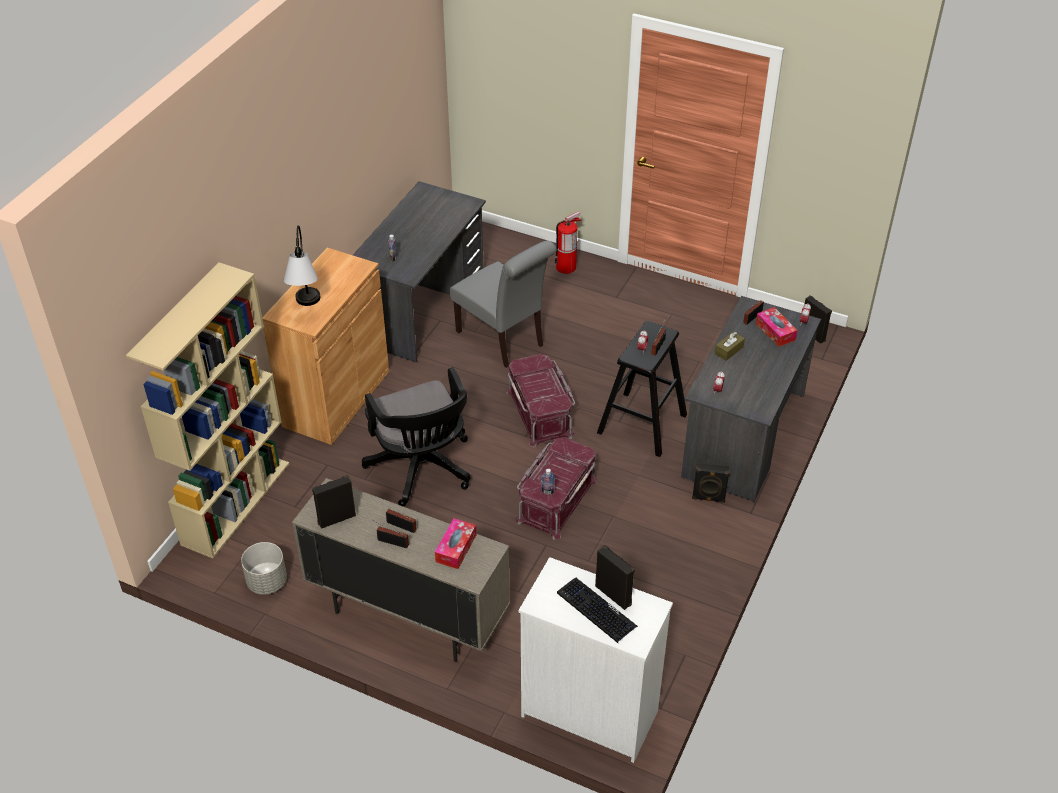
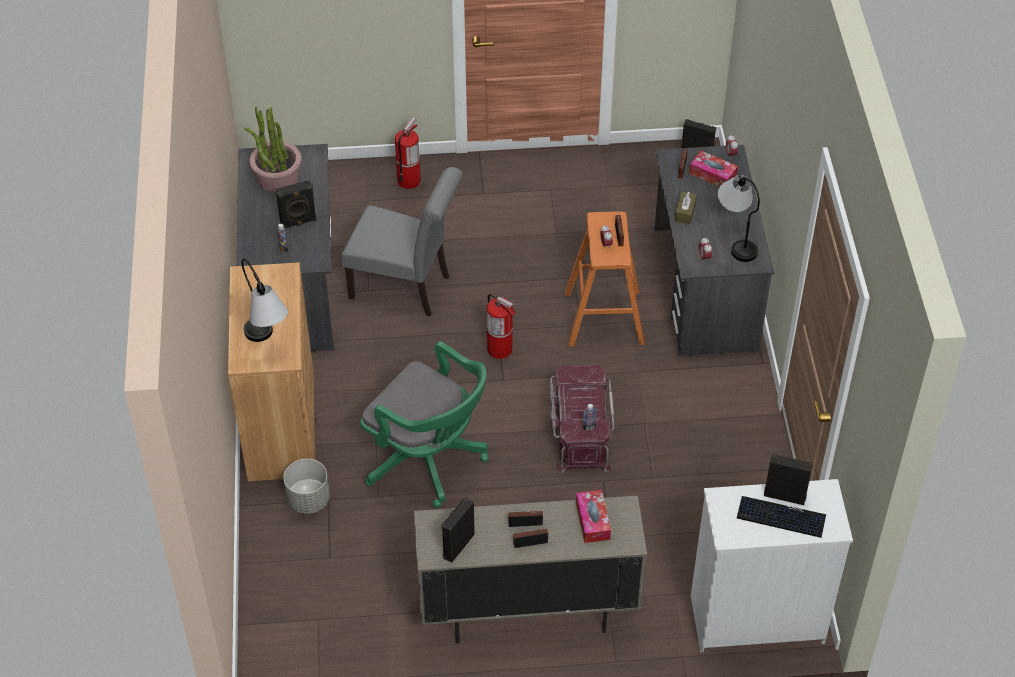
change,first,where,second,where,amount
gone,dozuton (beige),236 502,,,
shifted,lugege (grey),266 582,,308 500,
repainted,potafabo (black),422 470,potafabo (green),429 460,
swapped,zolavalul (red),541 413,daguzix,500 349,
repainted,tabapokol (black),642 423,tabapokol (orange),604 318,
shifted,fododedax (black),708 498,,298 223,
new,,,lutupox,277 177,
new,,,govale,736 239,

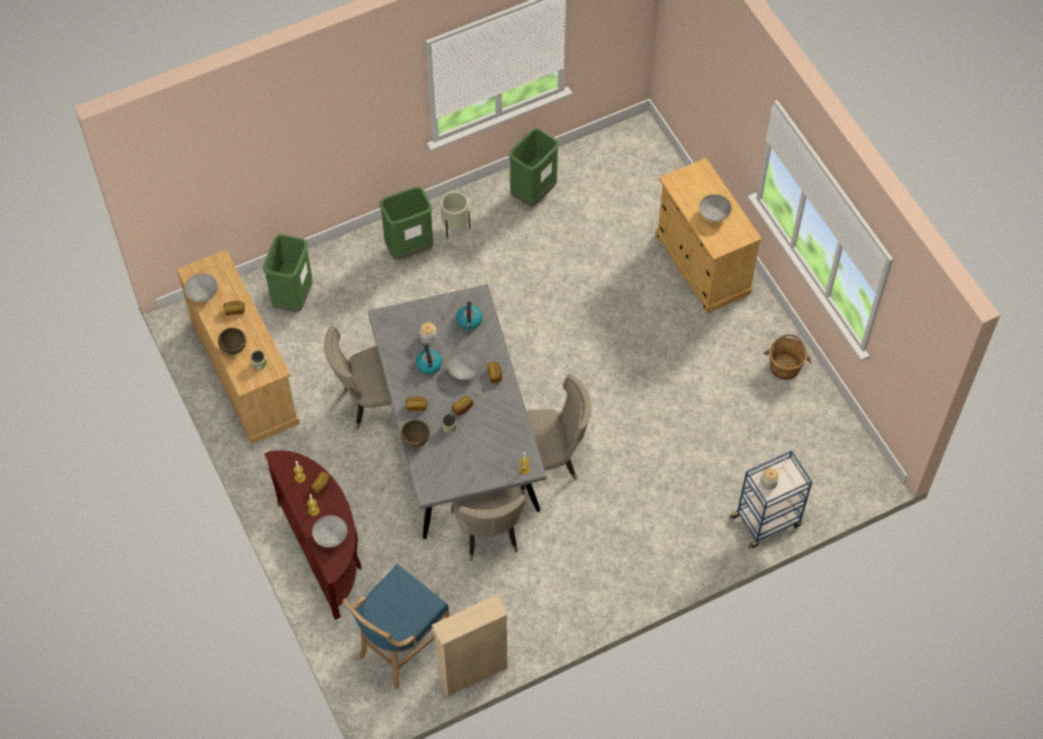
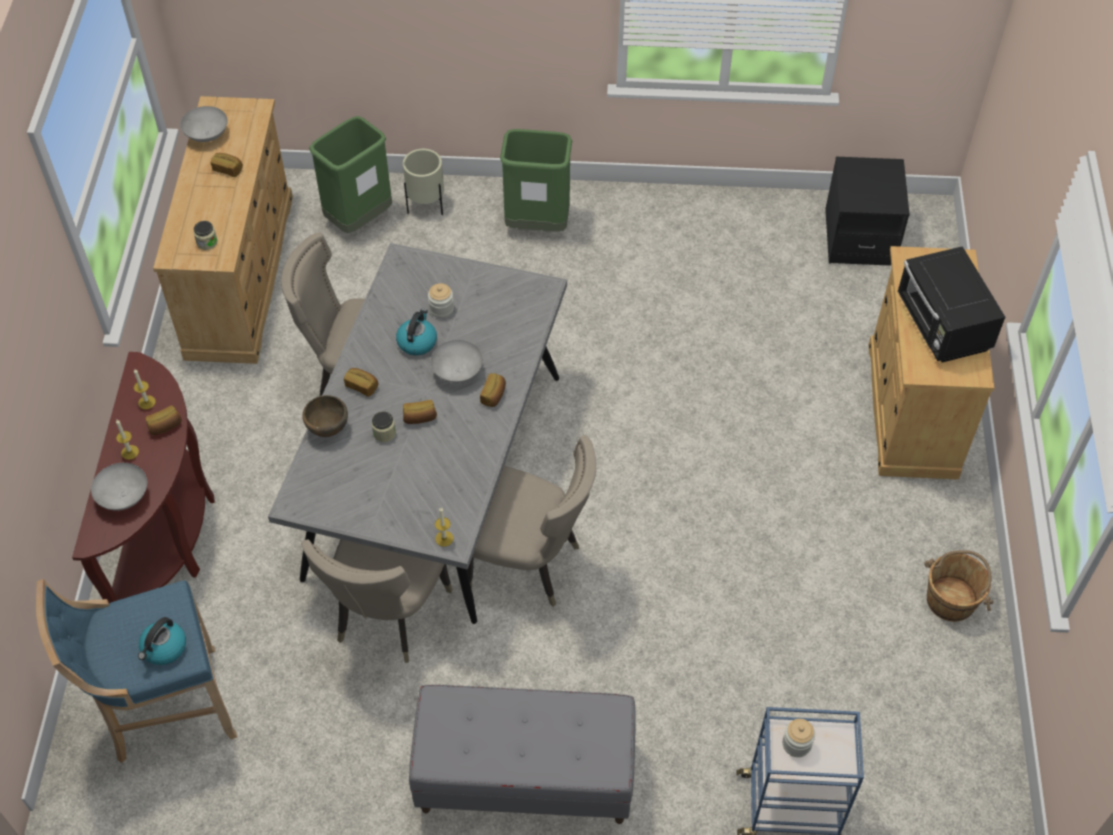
change,first,where,second,where,amount
gone,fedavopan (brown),234 348,,,
gone,dozuton (beige),473 673,,,
shifted,lugege (beige),455 228,,426 207,
shifted,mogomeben,469 321,,164 648,
gone,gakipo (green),533 193,,,
swapped,fedavopan (grey),714 214,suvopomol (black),942 326,
new,,,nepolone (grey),524 777,
new,,,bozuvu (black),859 238,

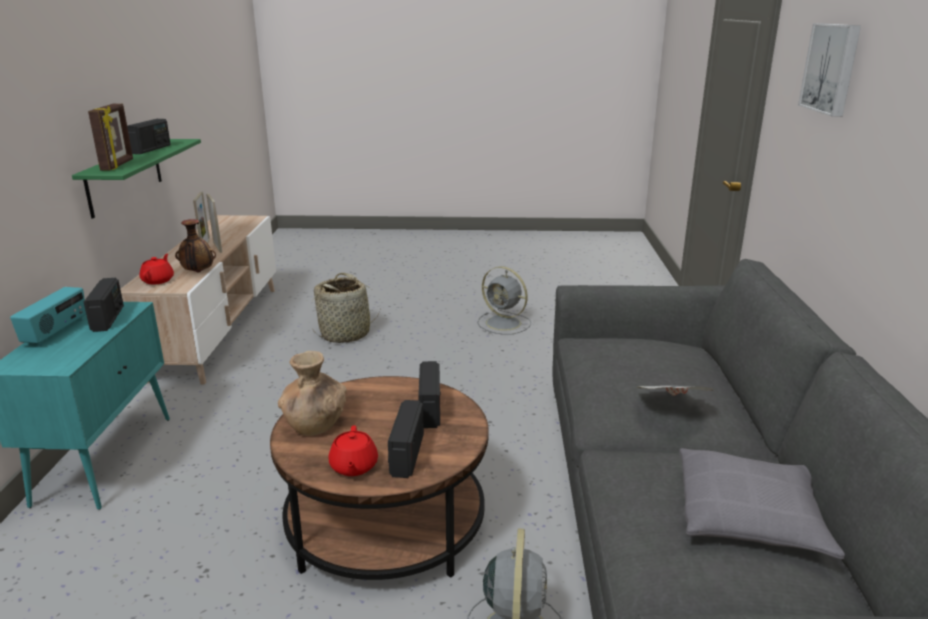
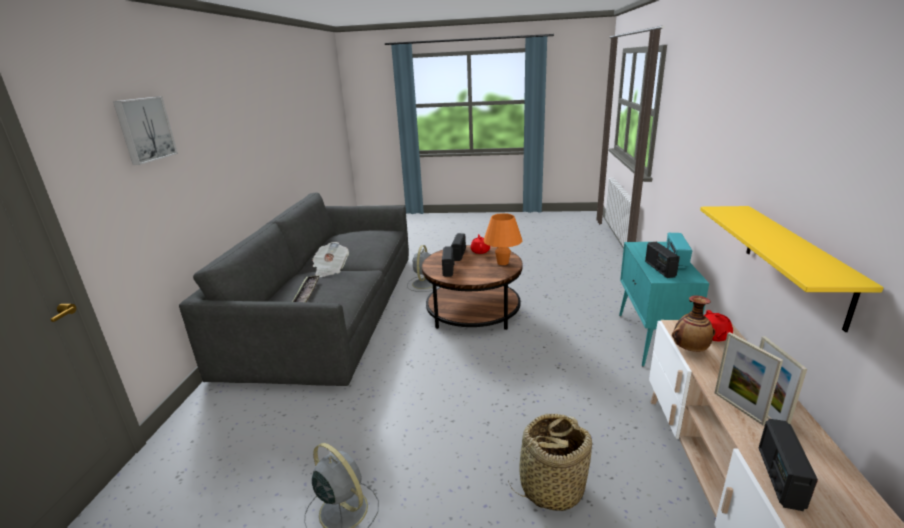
change,first,where,second,where,amount
repainted,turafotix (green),125 176,turafotix (yellow),795 262,
gone,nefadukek,118 165,,,
shifted,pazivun,151 149,,779 477,
swapped,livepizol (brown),315 425,govale (orange),502 263,
gone,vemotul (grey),750 515,,,
new,,,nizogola,306 293,

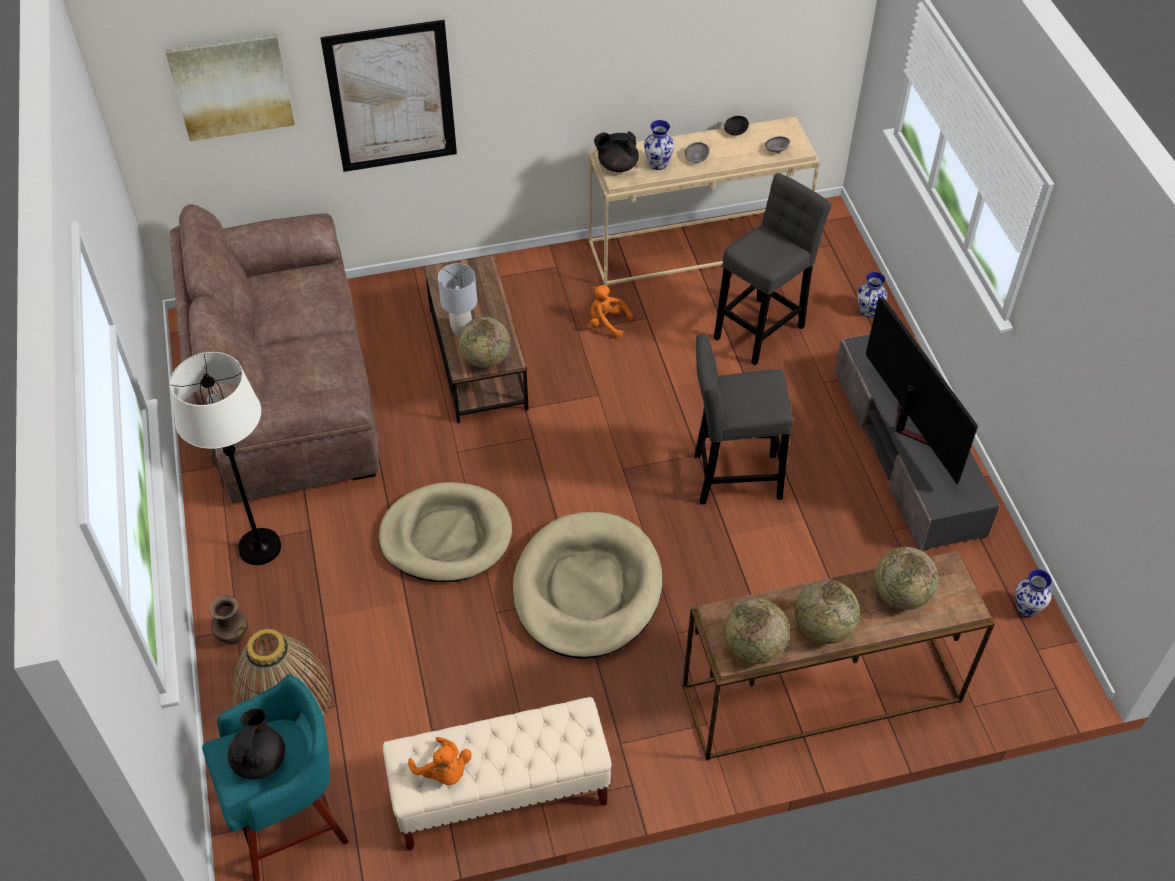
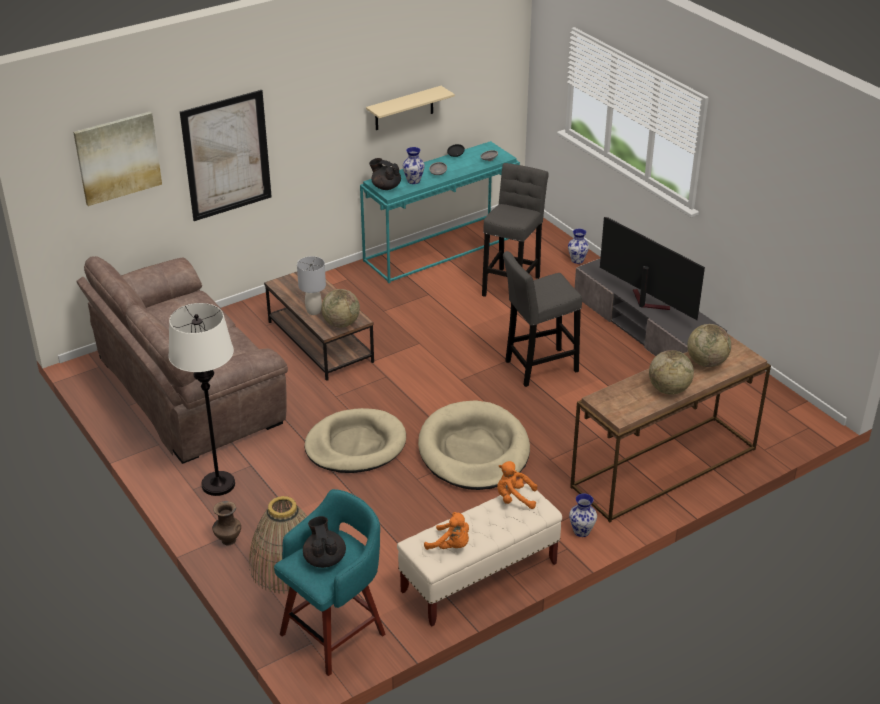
change,first,where,second,where,amount
repainted,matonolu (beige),697 245,matonolu (turquoise),441 248,
shifted,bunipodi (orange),607 323,,514 498,
rotated,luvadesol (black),617 166,,385 187,60 degrees clockwise
gone,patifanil,754 647,,,
shifted,livepizol,1026 609,,582 532,
new,,,turafotix (beige),404 108,

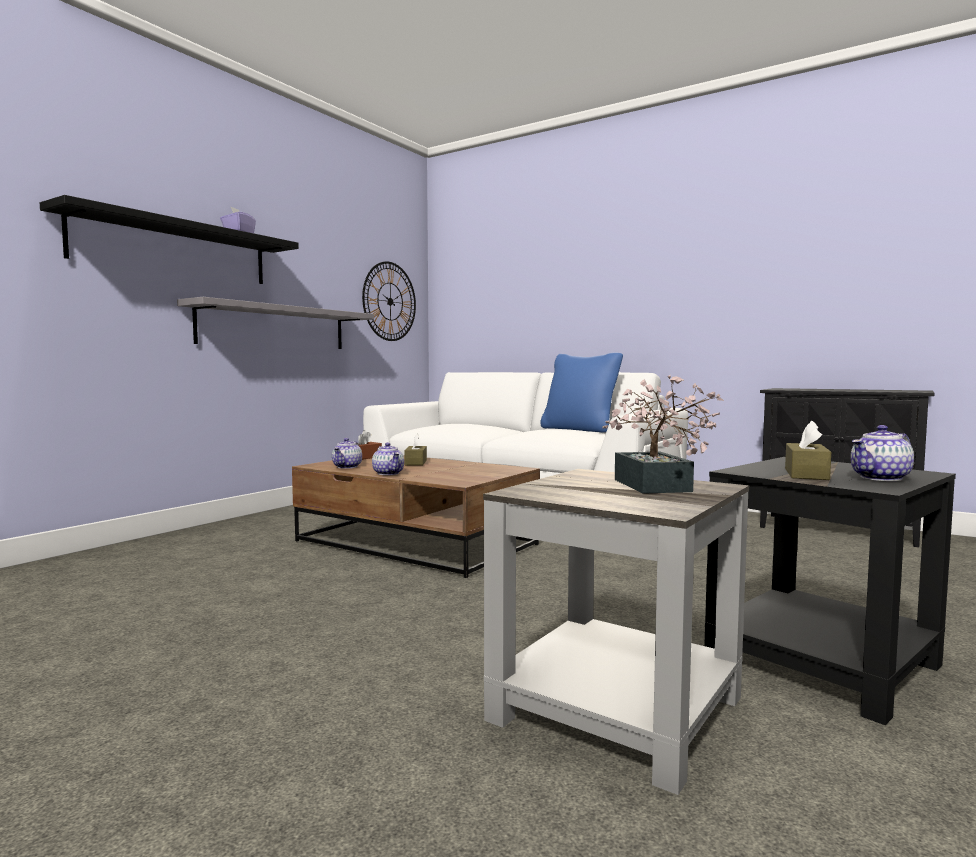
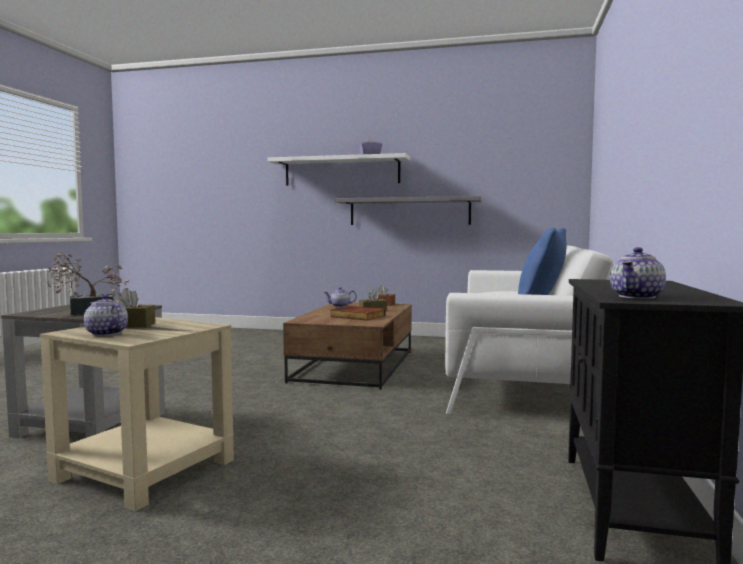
change,first,where,second,where,amount
repainted,turafotix (black),174 250,turafotix (white),341 171,
gone,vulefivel,390 301,,,
shifted,luvadesol,388 473,,637 296,
repainted,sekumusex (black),823 663,sekumusex (beige),142 470,
new,,,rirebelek,356 316,

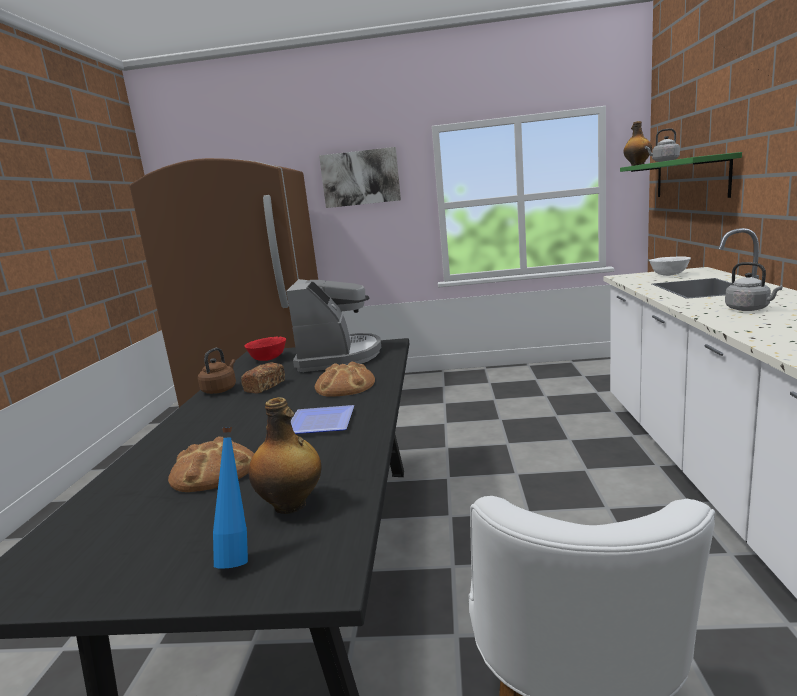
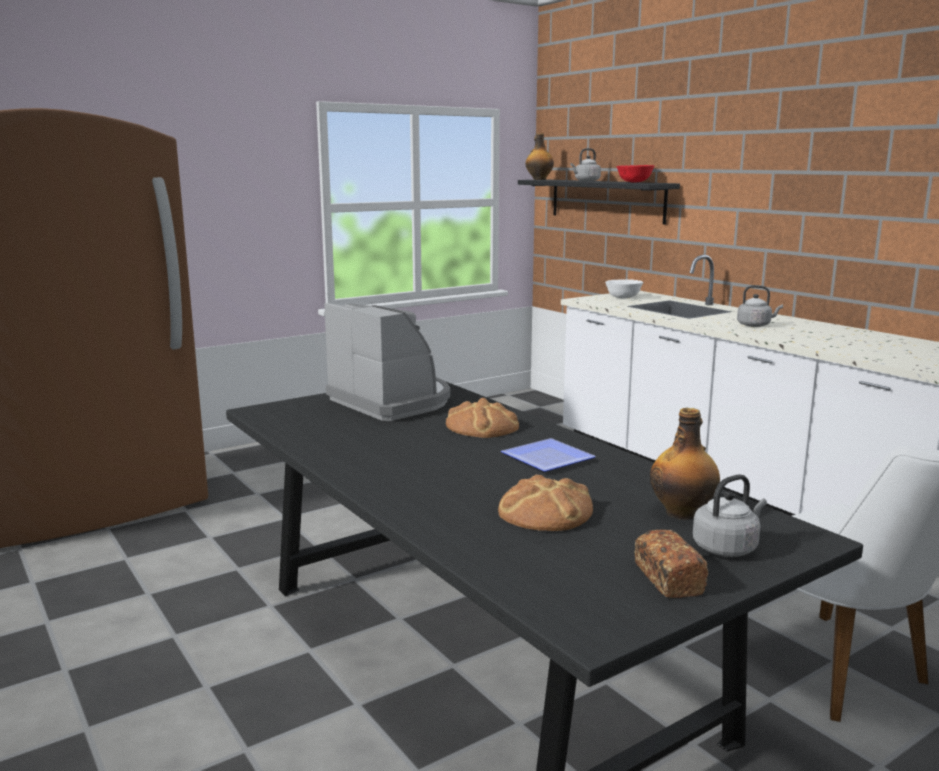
change,first,where,second,where,amount
gone,mogomeben (brown),220 389,,,
swapped,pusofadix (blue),239 556,mogomeben (grey),727 547,
shifted,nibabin,265 386,,668 579,
shifted,fedavopan (red),267 359,,634 182,
gone,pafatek,360 178,,,
repainted,turafotix (green),690 178,turafotix (black),606 200,

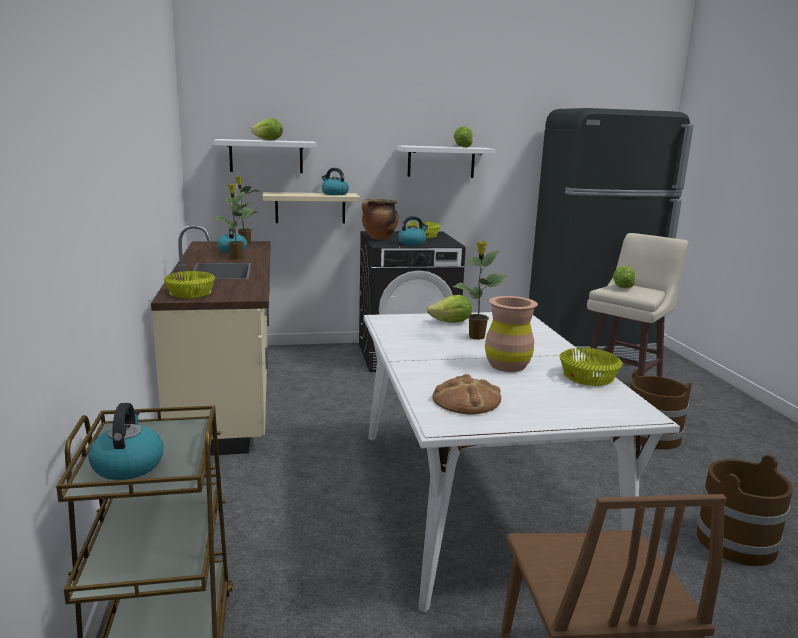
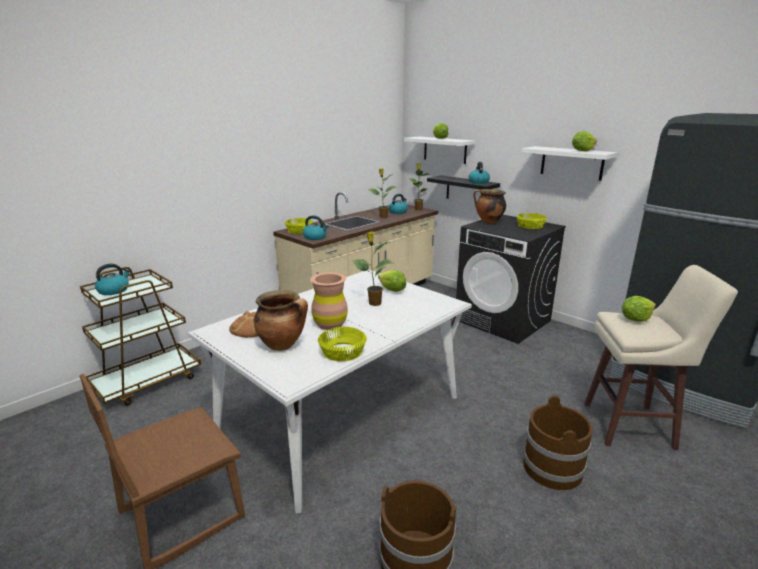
change,first,where,second,where,amount
repainted,turafotix (beige),310 208,turafotix (black),468 190,
shifted,mogomeben,412 243,,315 237,
new,,,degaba,283 345,

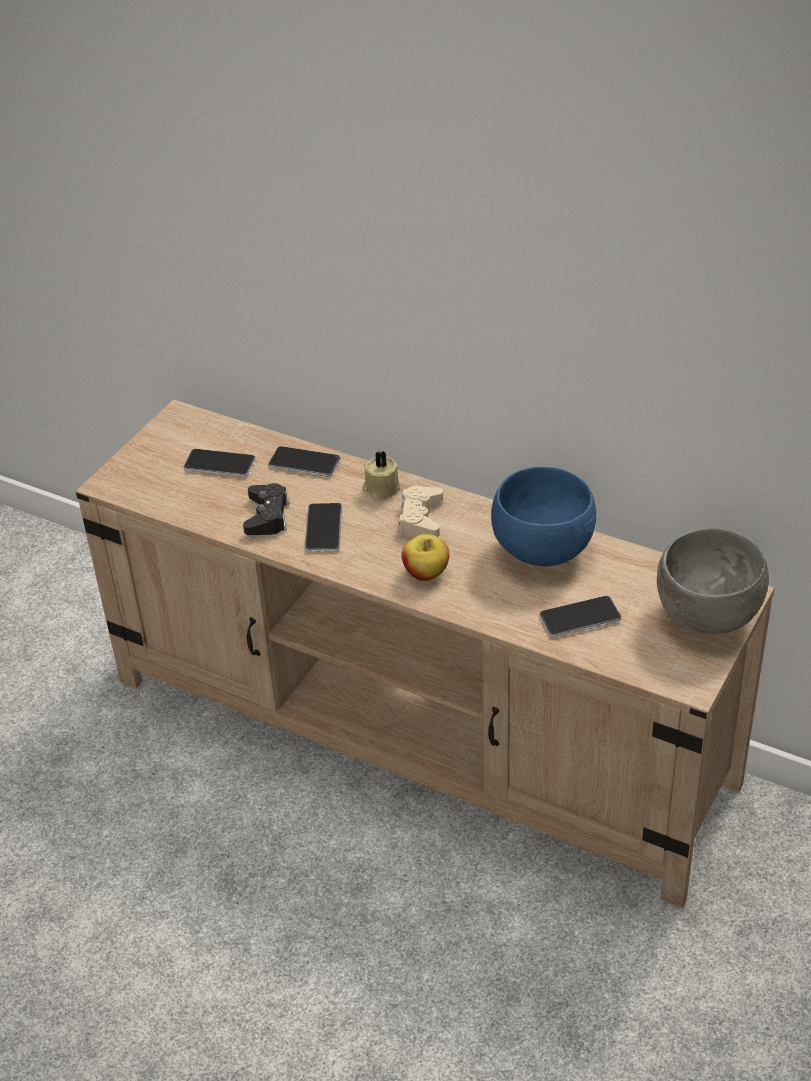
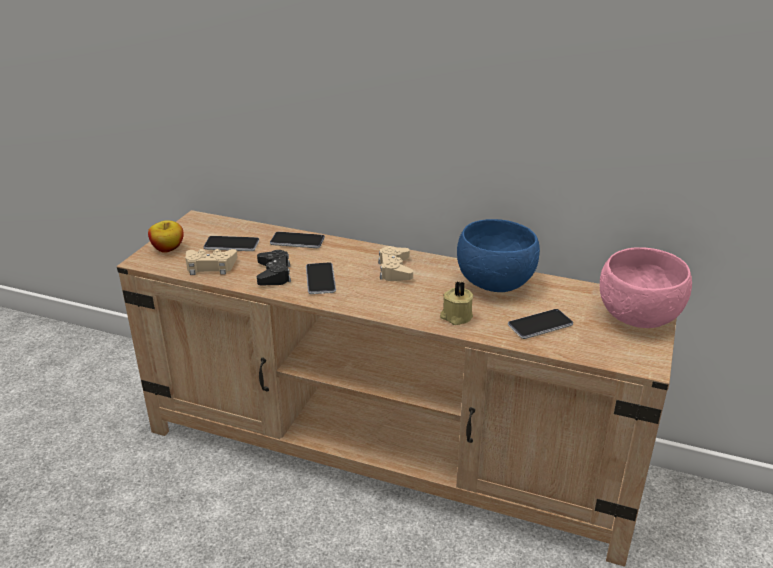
change,first,where,second,where,amount
shifted,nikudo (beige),380 488,,456 317,
shifted,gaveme,426 572,,168 248,
repainted,fedavopan (grey),706 614,fedavopan (pink),636 317,
new,,,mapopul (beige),210 266,

